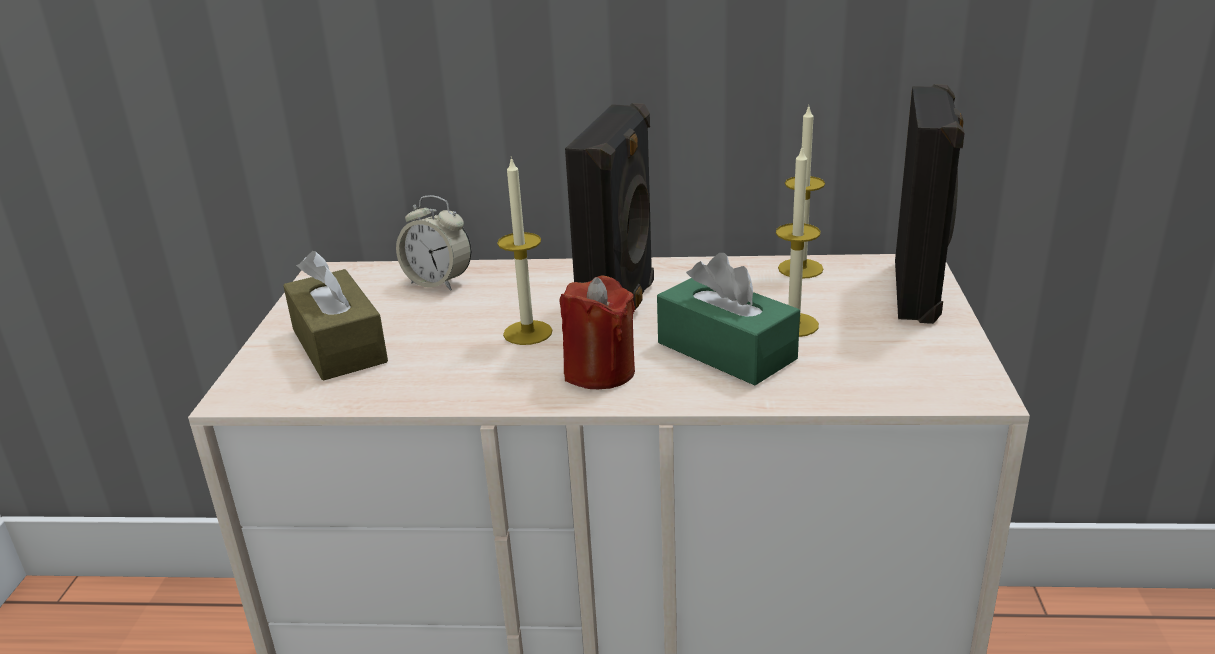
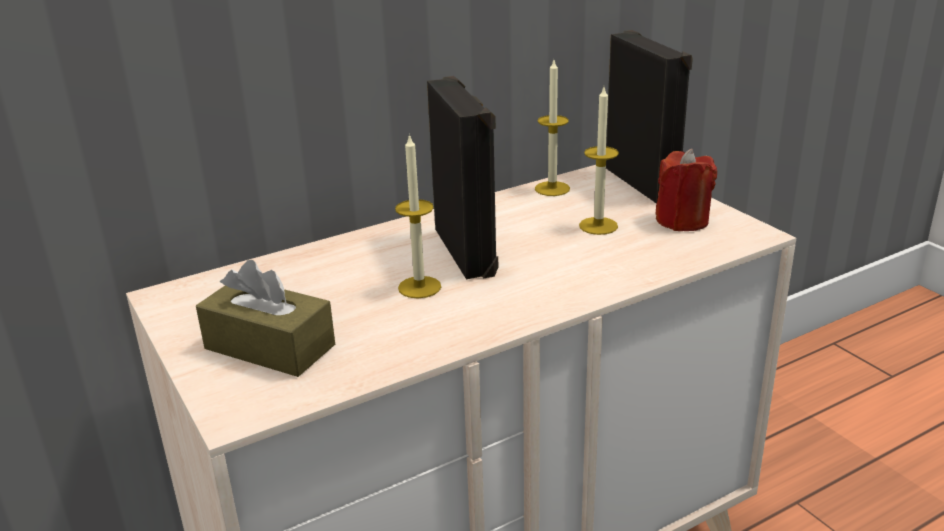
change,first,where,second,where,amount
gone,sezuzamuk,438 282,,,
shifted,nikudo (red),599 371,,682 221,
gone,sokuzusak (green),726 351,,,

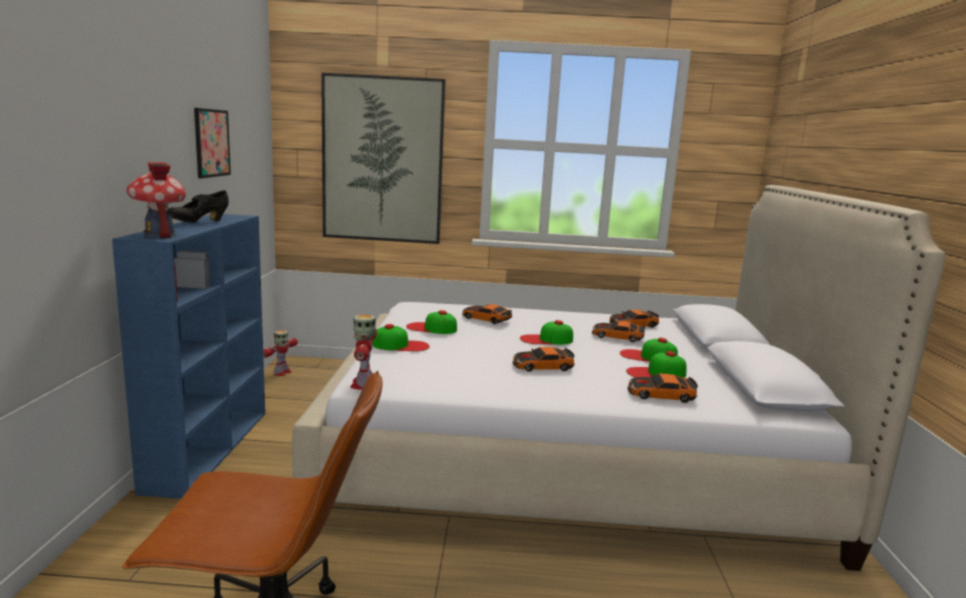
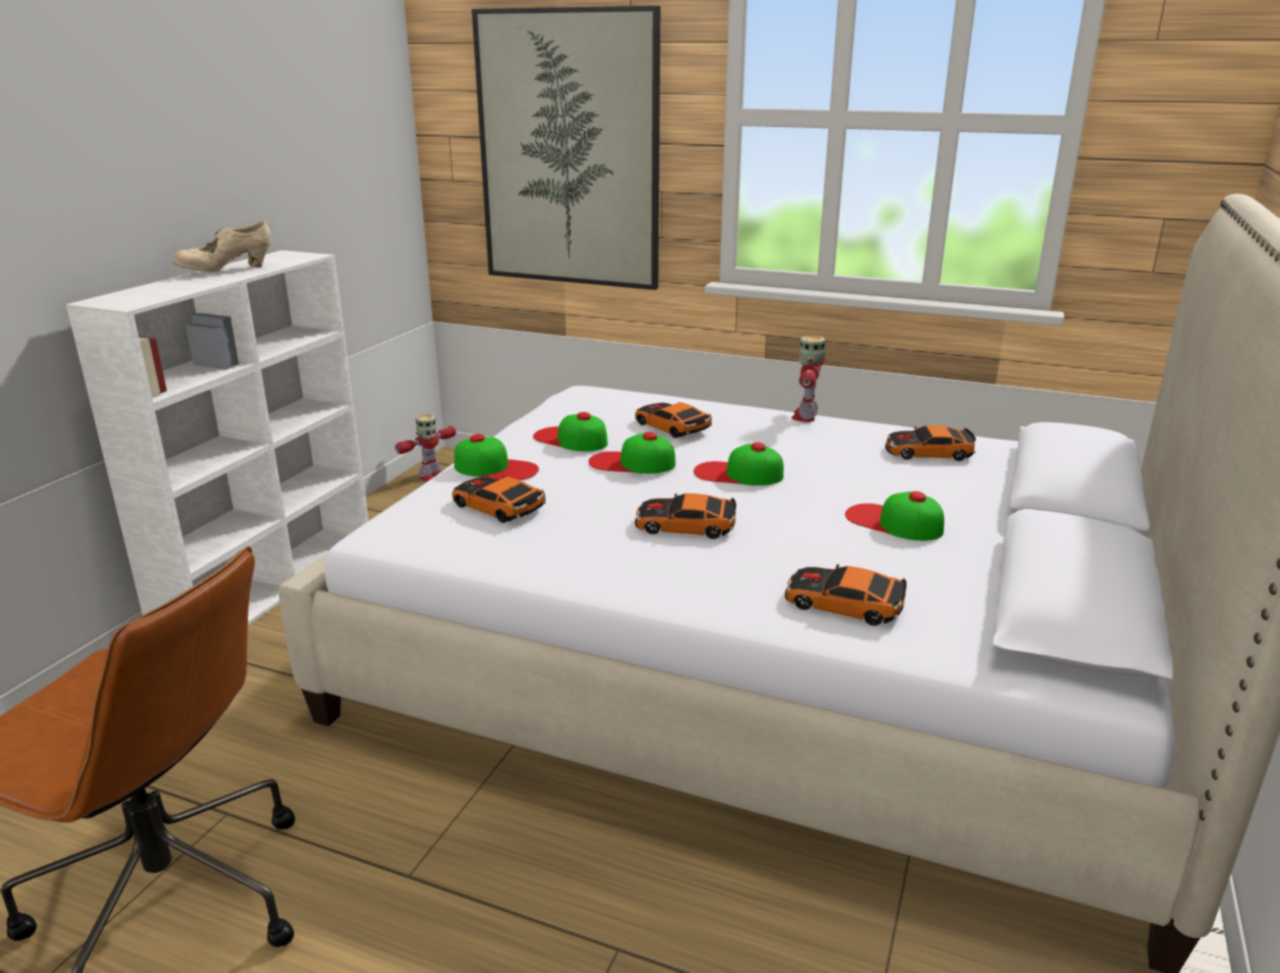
change,first,where,second,where,amount
repainted,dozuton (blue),209 448,dozuton (white),272 584,
gone,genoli,159 235,,,
repainted,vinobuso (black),199 222,vinobuso (beige),226 270,
gone,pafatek,212 143,,,
shifted,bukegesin,363 384,,806 416,
shifted,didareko,617 336,,497 507,
shifted,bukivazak,656 373,,631 463,

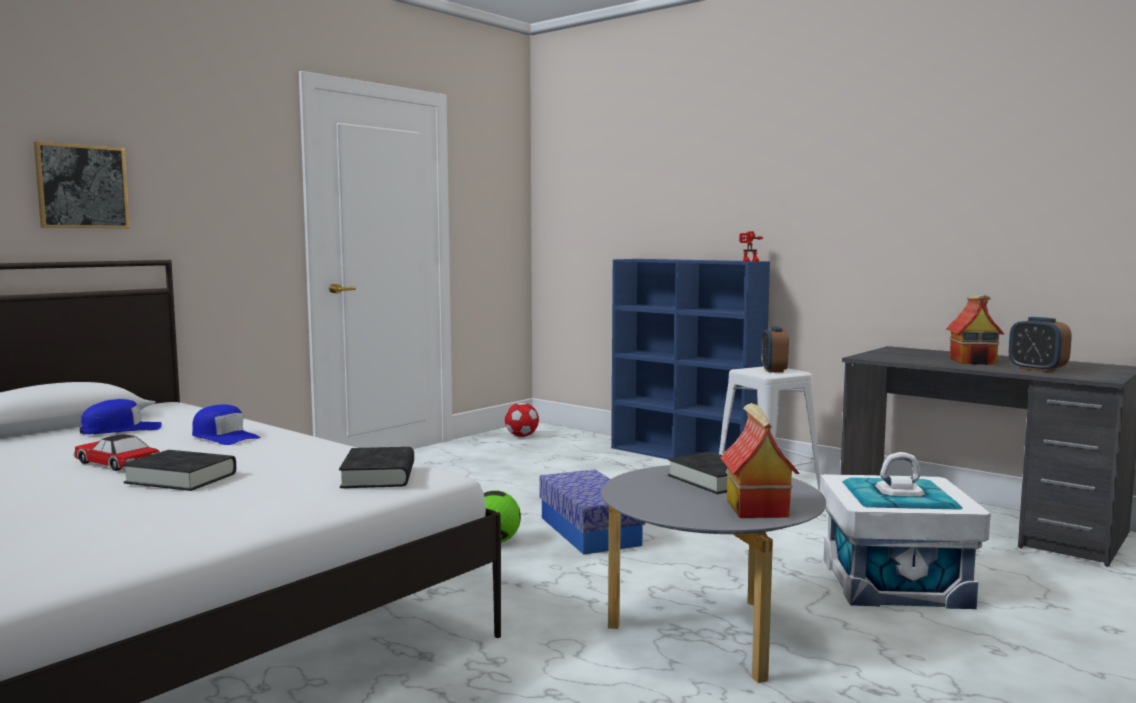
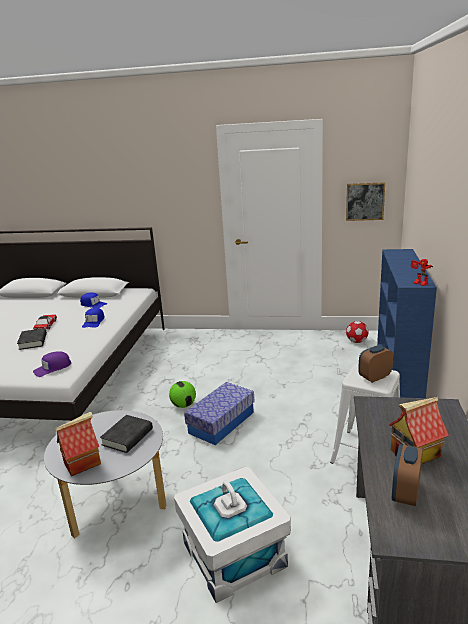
change,first,where,second,where,amount
shifted,pafatek,82 186,,365 201,
swapped,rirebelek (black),378 476,bukivazak (purple),52 368,

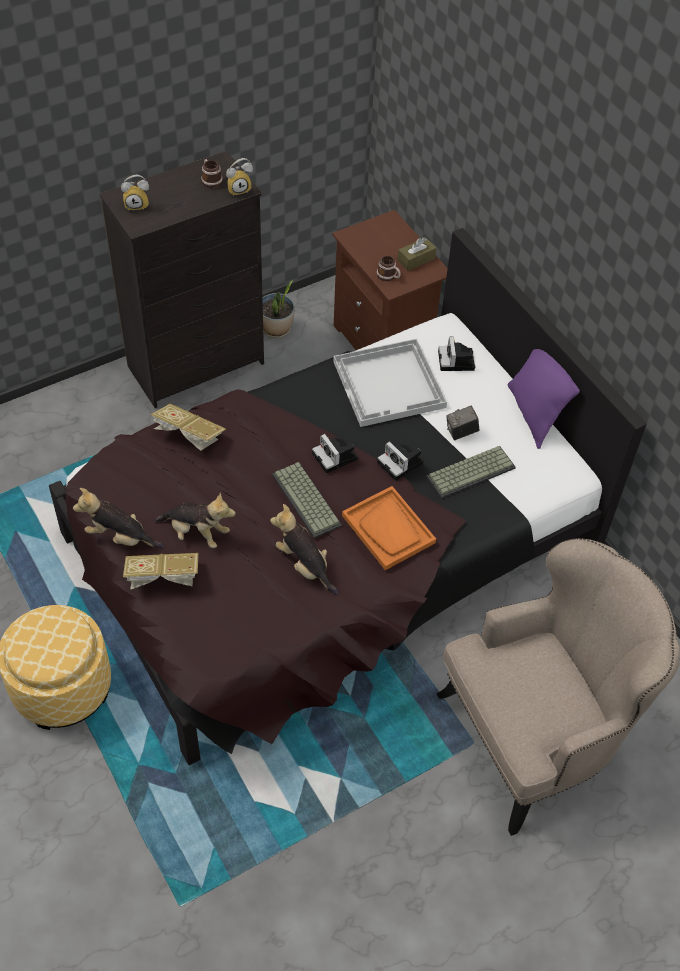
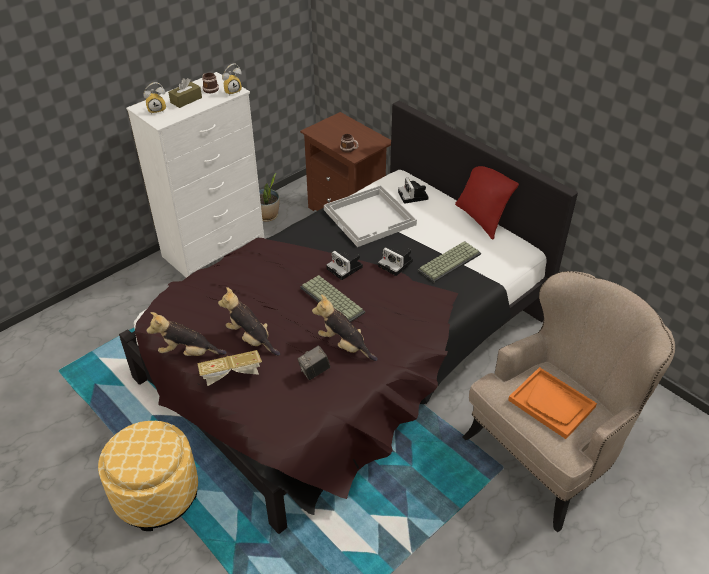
change,first,where,second,where,amount
repainted,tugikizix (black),197 365,tugikizix (white),215 247,
gone,rirebelek,188 436,,,
rotated,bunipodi,196 533,,251 339,150 degrees counterclockwise
shifted,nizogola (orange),388 529,,551 404,
shifted,sokuzusak (brown),416 259,,186 100,
shifted,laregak,461 432,,314 372,
repainted,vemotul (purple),534 414,vemotul (red),481 219,

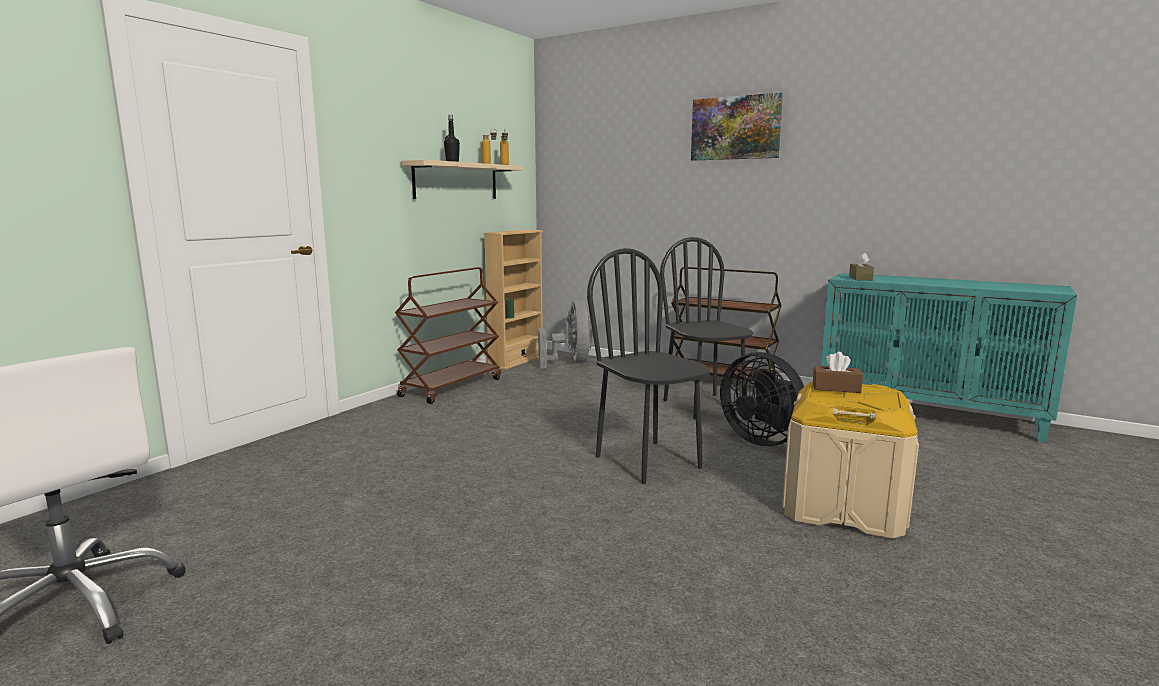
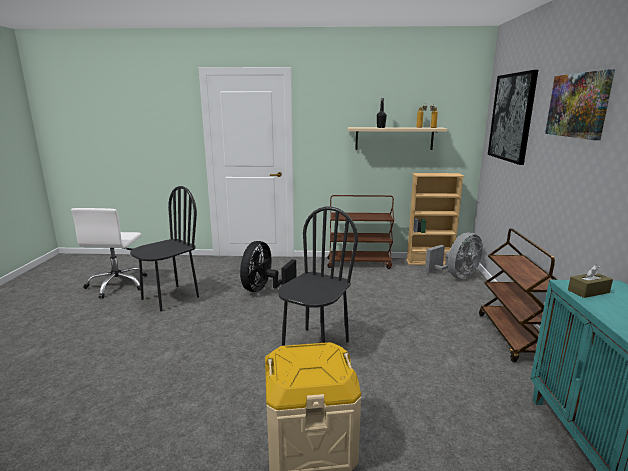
change,first,where,second,where,amount
shifted,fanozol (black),704 406,,170 298,
shifted,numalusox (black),763 440,,264 290,
gone,sokuzusak (brown),836 388,,,
new,,,pafatek,511 117,

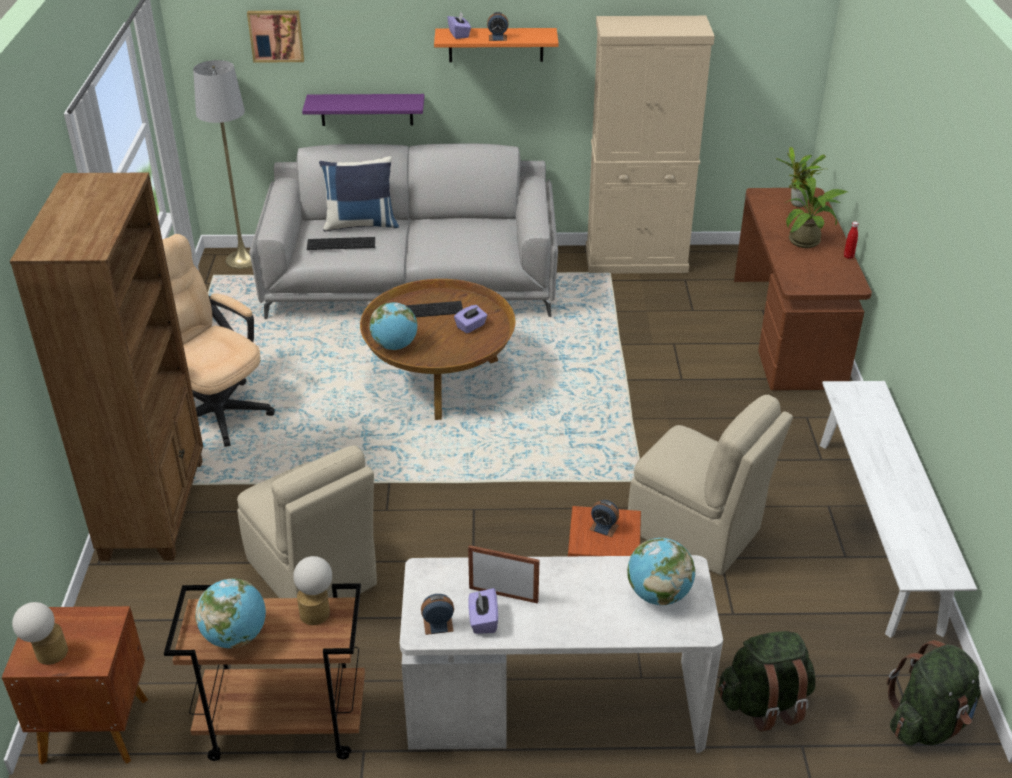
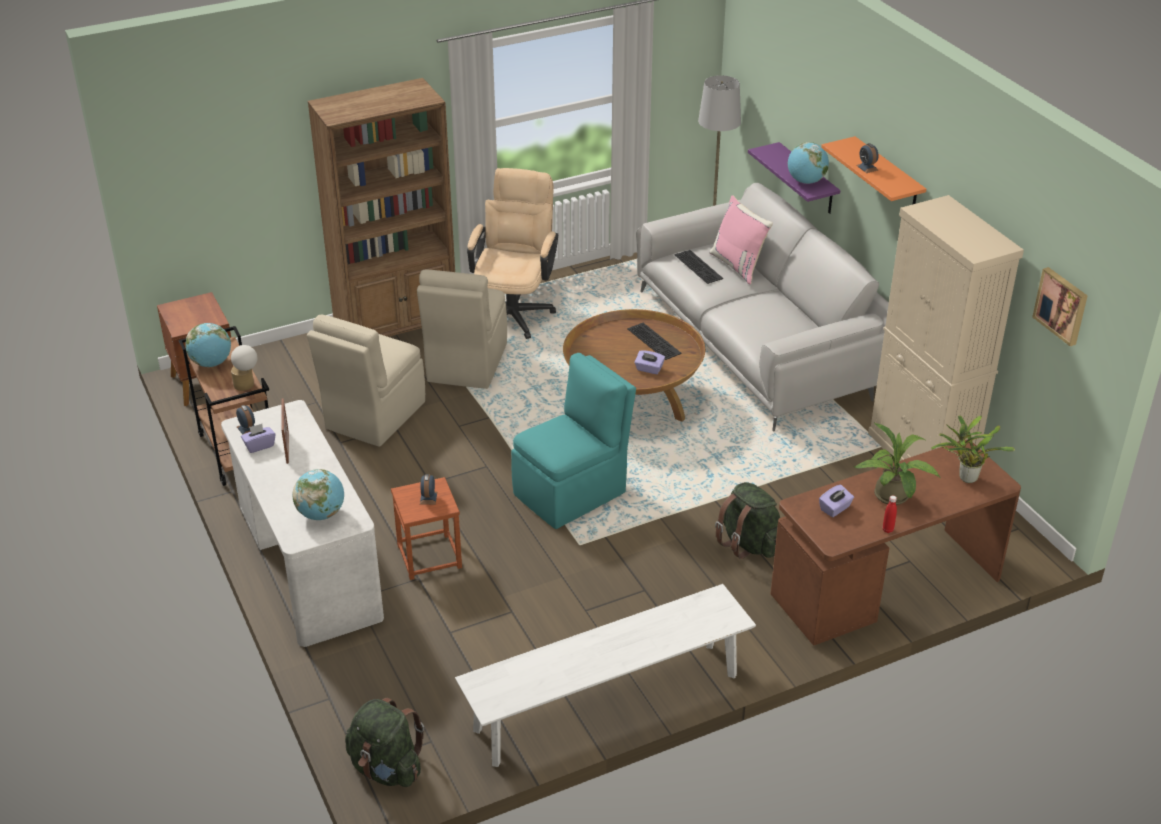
change,first,where,second,where,amount
gone,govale,47 654,,,
shifted,pafatek,276 35,,1062 305,
repainted,vemotul (blue),361 224,vemotul (pink),738 265,
shifted,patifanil,395 346,,806 181,
shifted,sokuzusak (purple),459 34,,835 508,
shifted,fanozol (beige),696 531,,466 364,
shifted,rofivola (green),764 703,,749 544,
new,,,fanozol (turquoise),572 492,

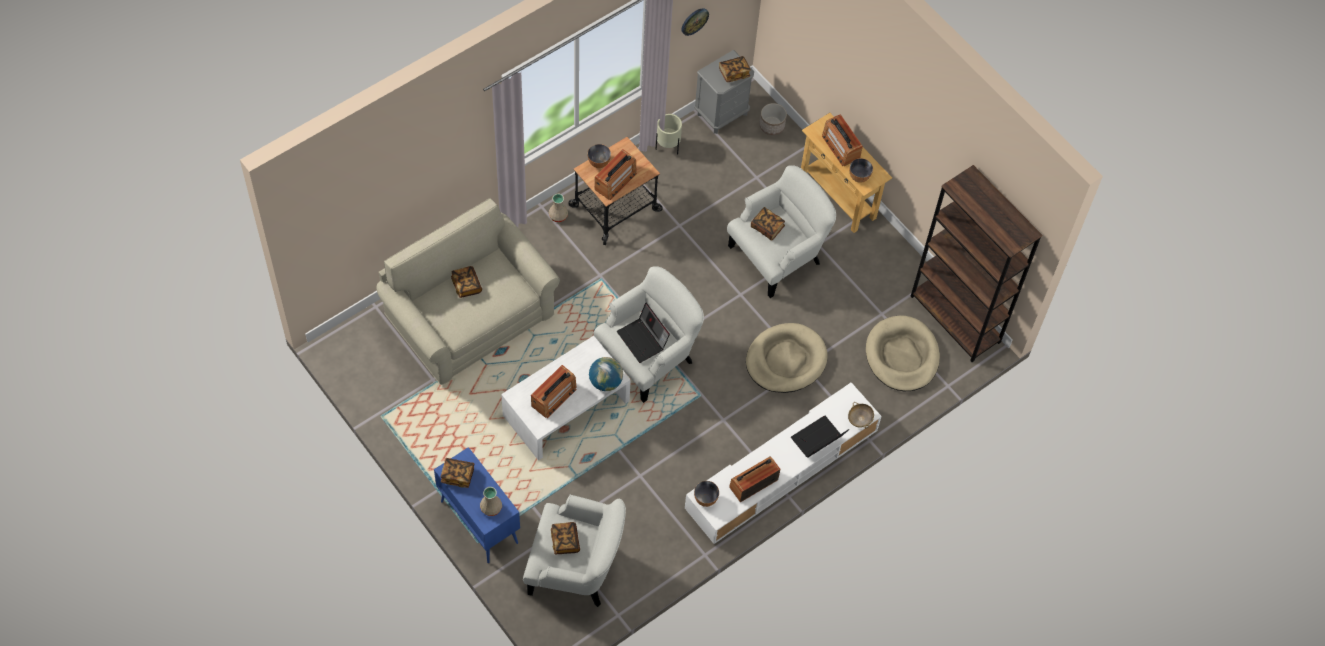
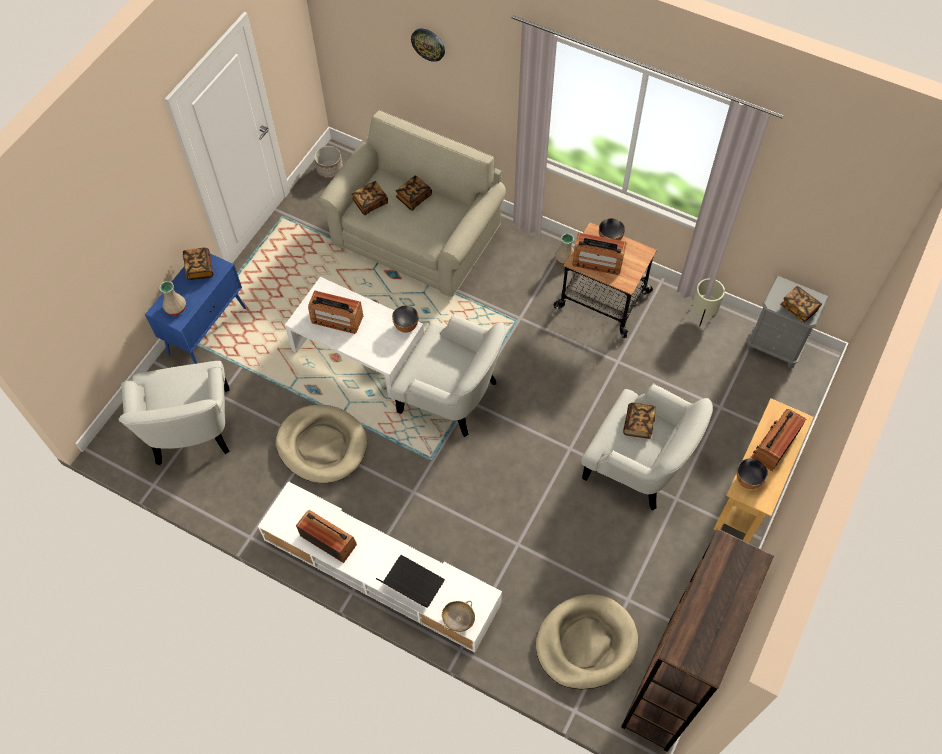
change,first,where,second,where,amount
shifted,rirebelek,565 541,,370 203,
gone,patifanil,605 382,,,
gone,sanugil,643 340,,,
shifted,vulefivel,694 21,,428 44,
shifted,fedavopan,705 499,,406 326,
shifted,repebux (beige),785 360,,322 445,
shifted,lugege,771 125,,330 170,

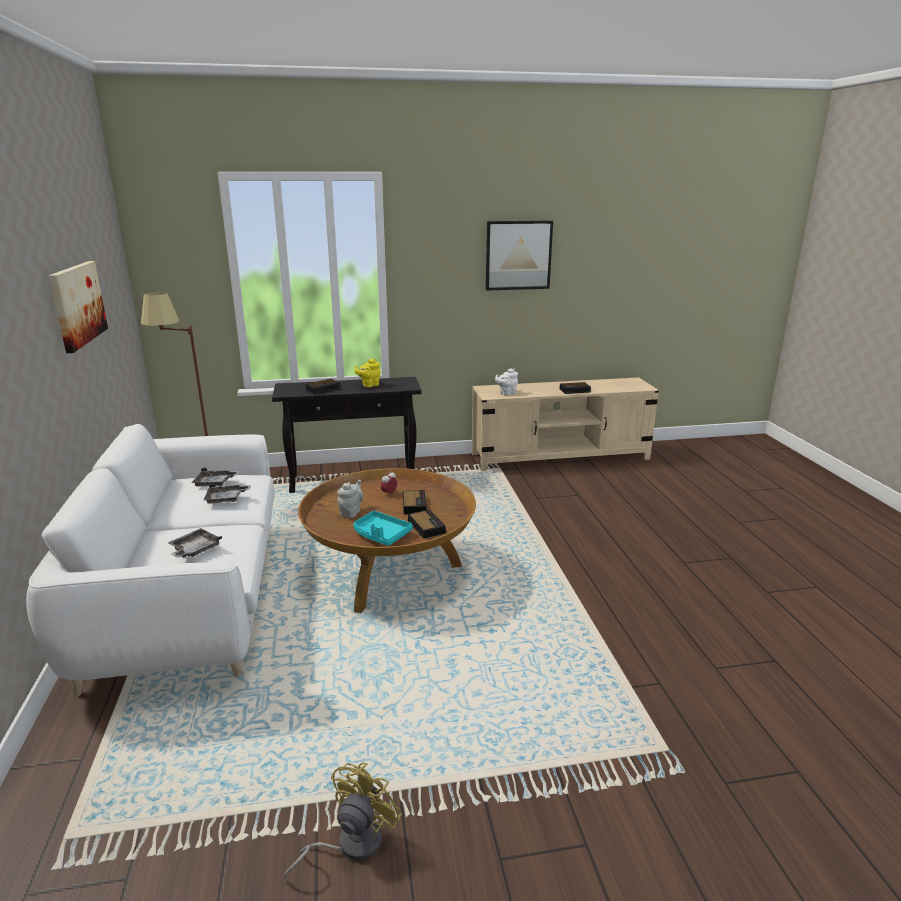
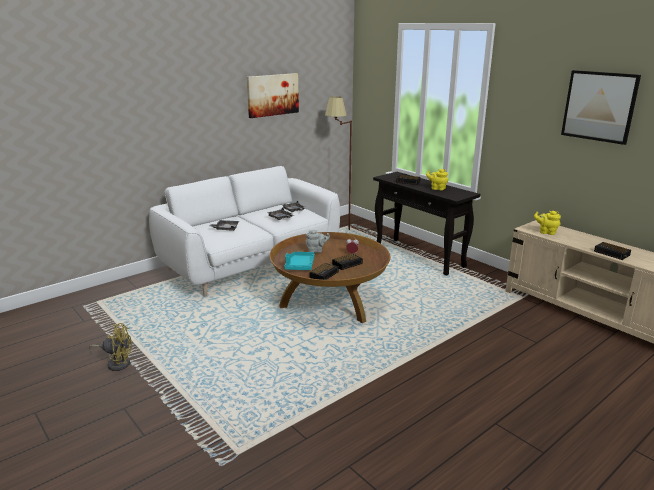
change,first,where,second,where,amount
repainted,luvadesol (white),506 393,luvadesol (yellow),546 232,

